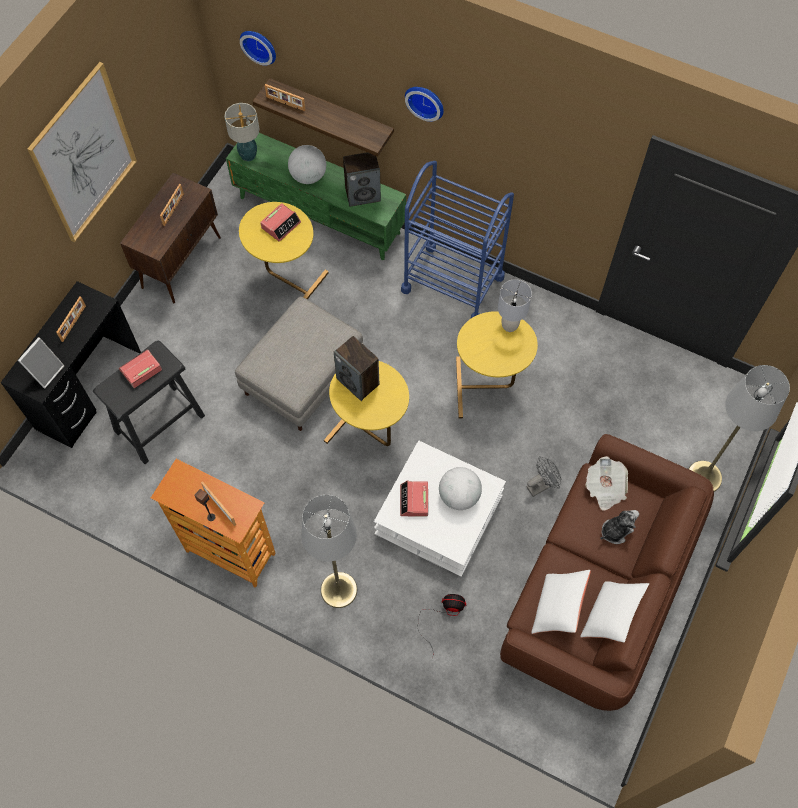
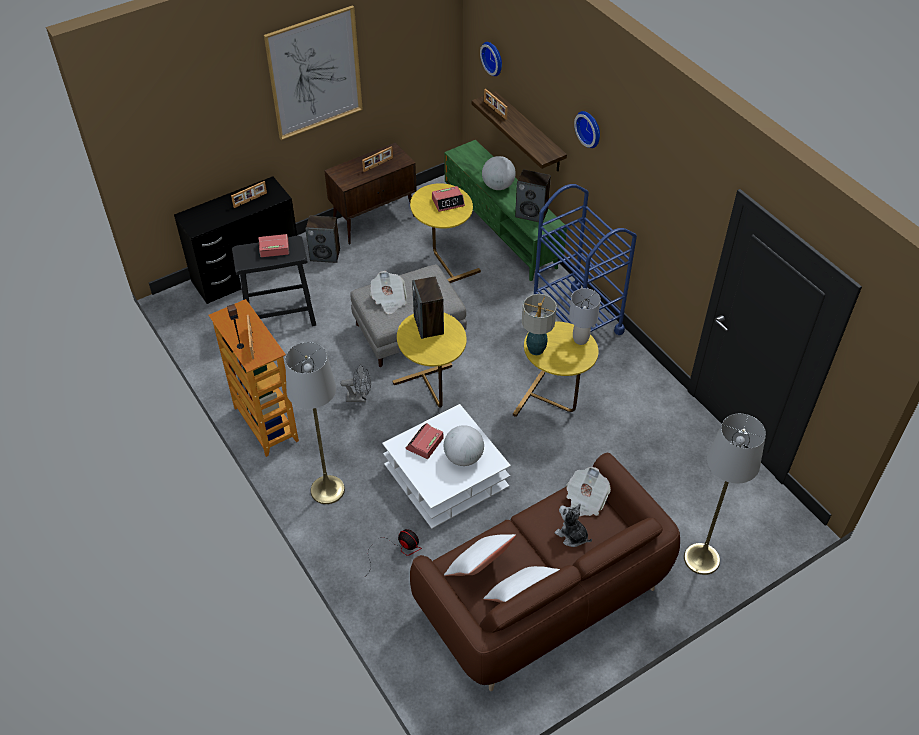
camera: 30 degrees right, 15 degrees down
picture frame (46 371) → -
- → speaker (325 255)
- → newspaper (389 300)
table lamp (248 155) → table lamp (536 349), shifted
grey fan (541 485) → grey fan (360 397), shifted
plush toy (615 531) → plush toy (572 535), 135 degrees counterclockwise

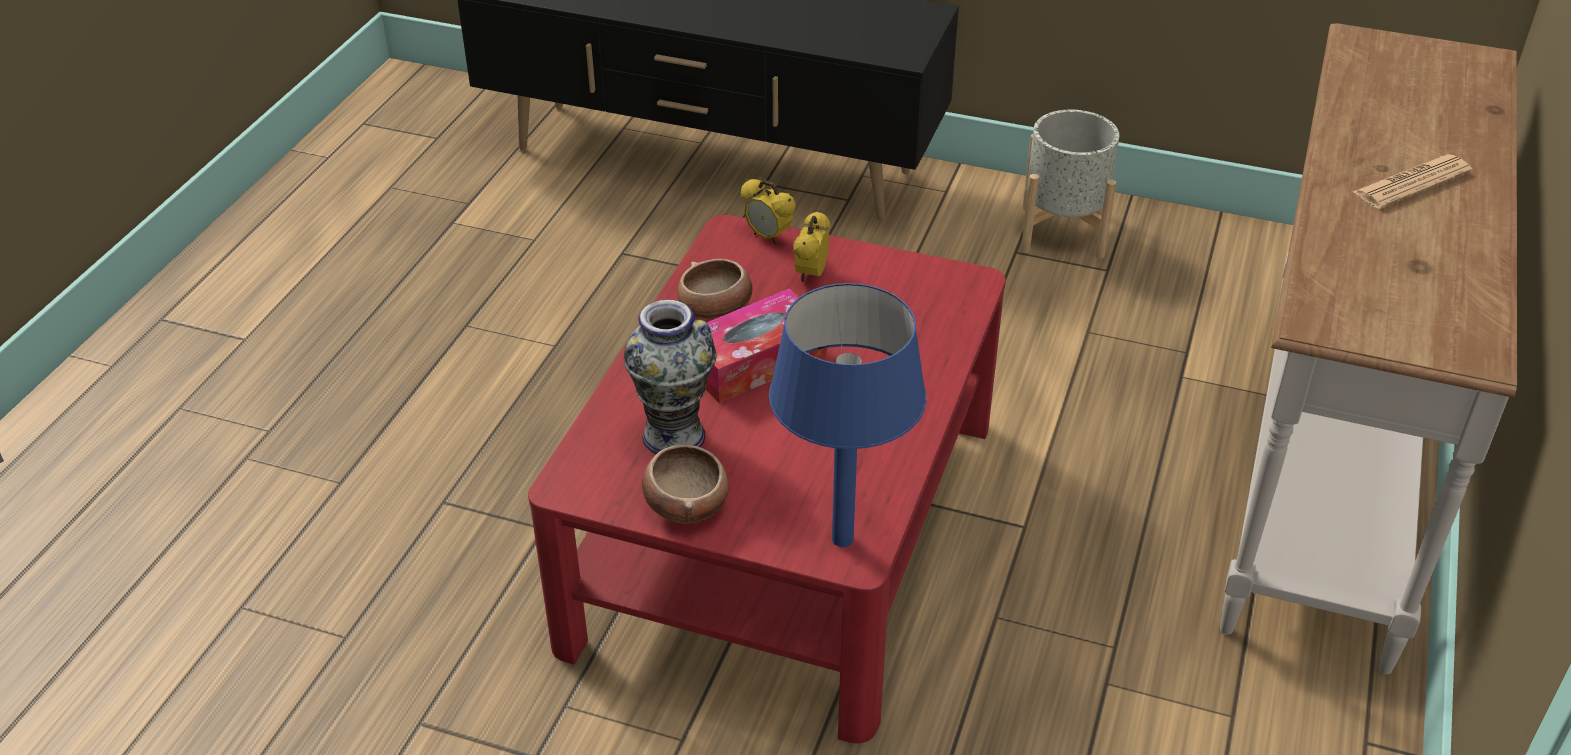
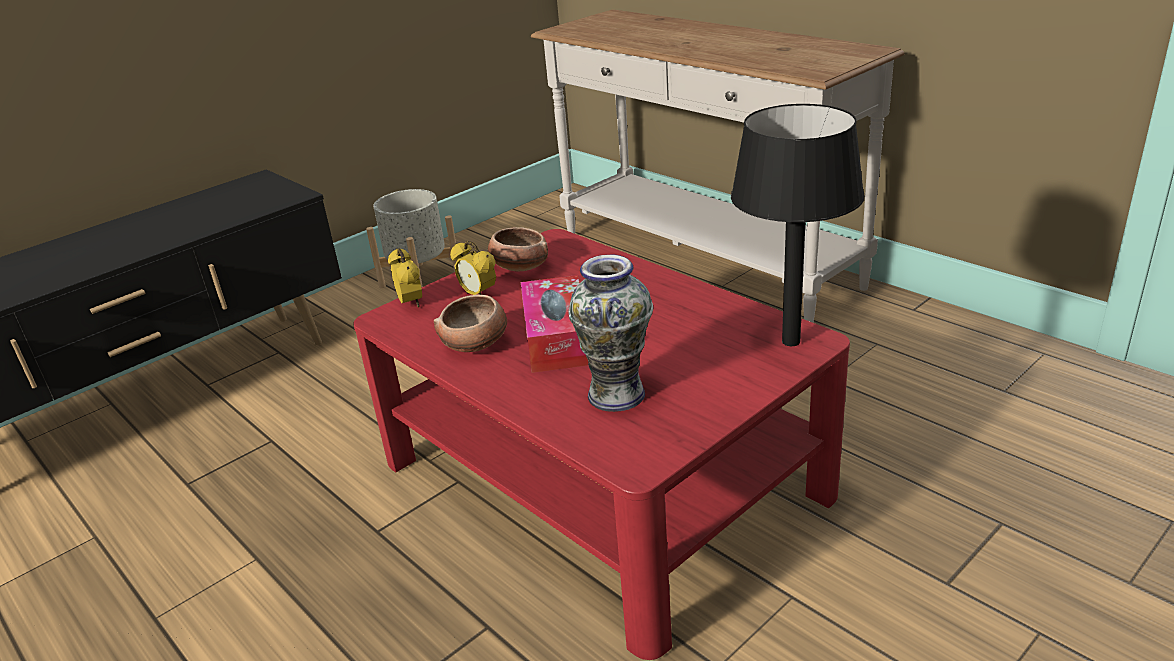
camera: 60 degrees left, 10 degrees down
newspaper (1411 183) → -
bowl (686 504) → bowl (519 267), shifted
blue table lamp (842 540) → black table lamp (791 342)
alarm clock (768 237) → alarm clock (411 303), 90 degrees counterclockwise

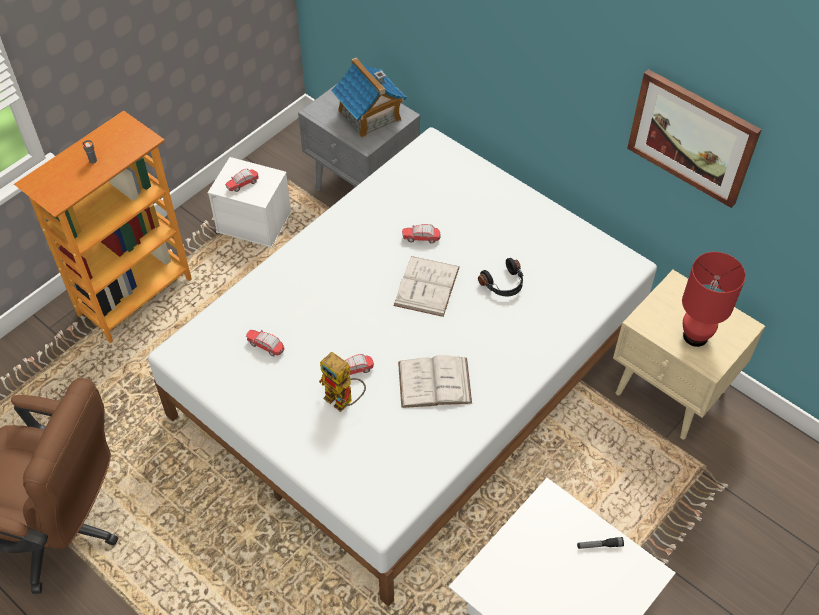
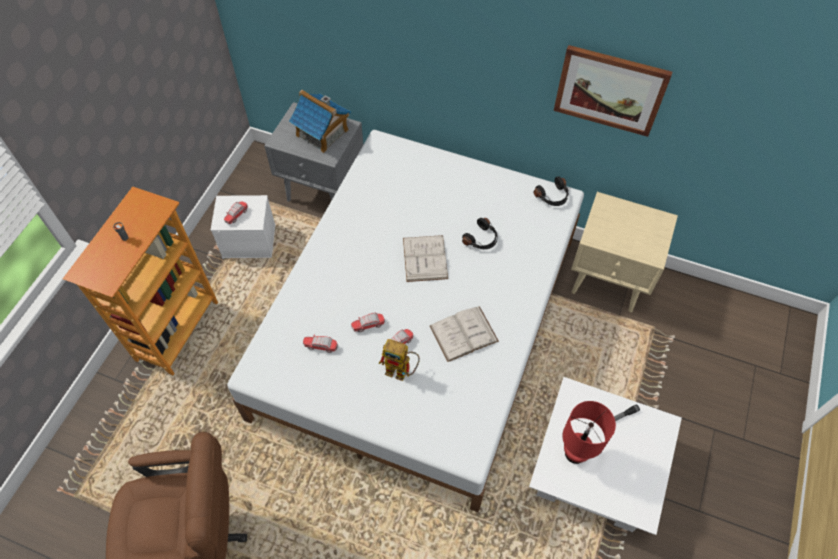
camera: 20 degrees left, 5 degrees up
- → black headphones (553 197)
toy car (421 238) → toy car (368 325), shifted
red table lamp (695 335) → red table lamp (575 453), shifted

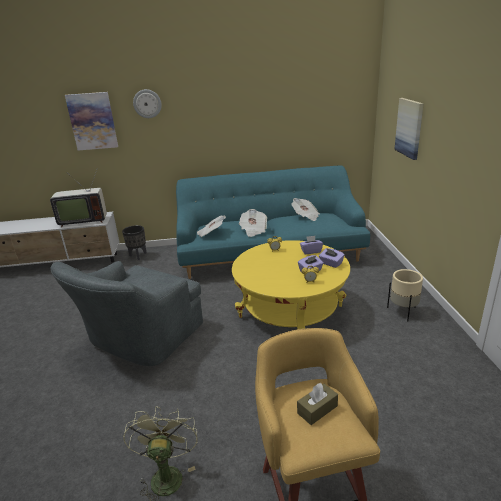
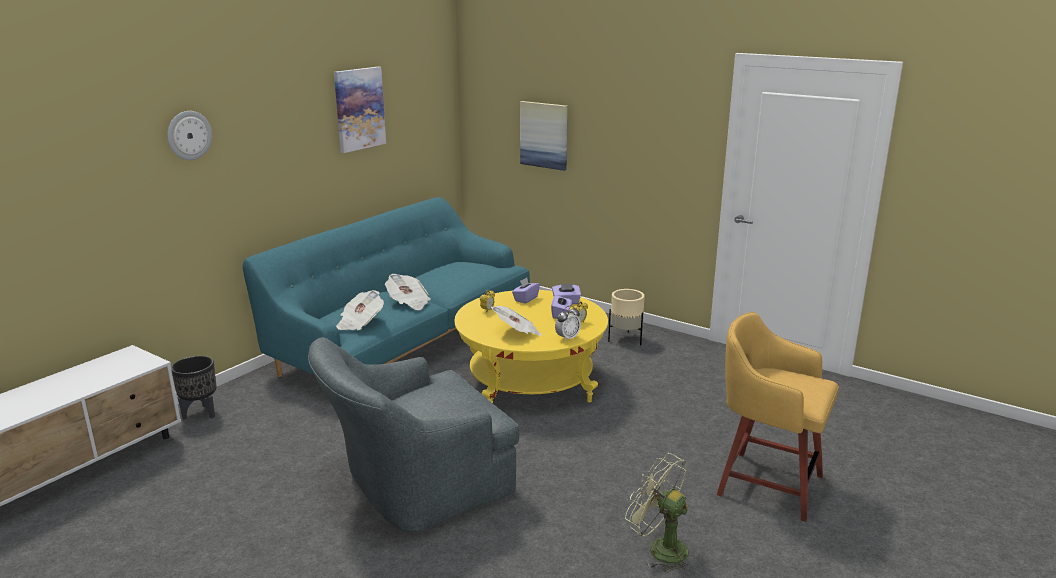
camera: 50 degrees left, 5 degrees down
television (83 220) → -
brown tissue box (317 409) → -
- → alarm clock (567 338)
picture (92 121) → picture (359 109), shifted
newspaper (305 216) → newspaper (517 333), shifted
grey armchair (139 339) → grey armchair (414 486), 75 degrees clockwise

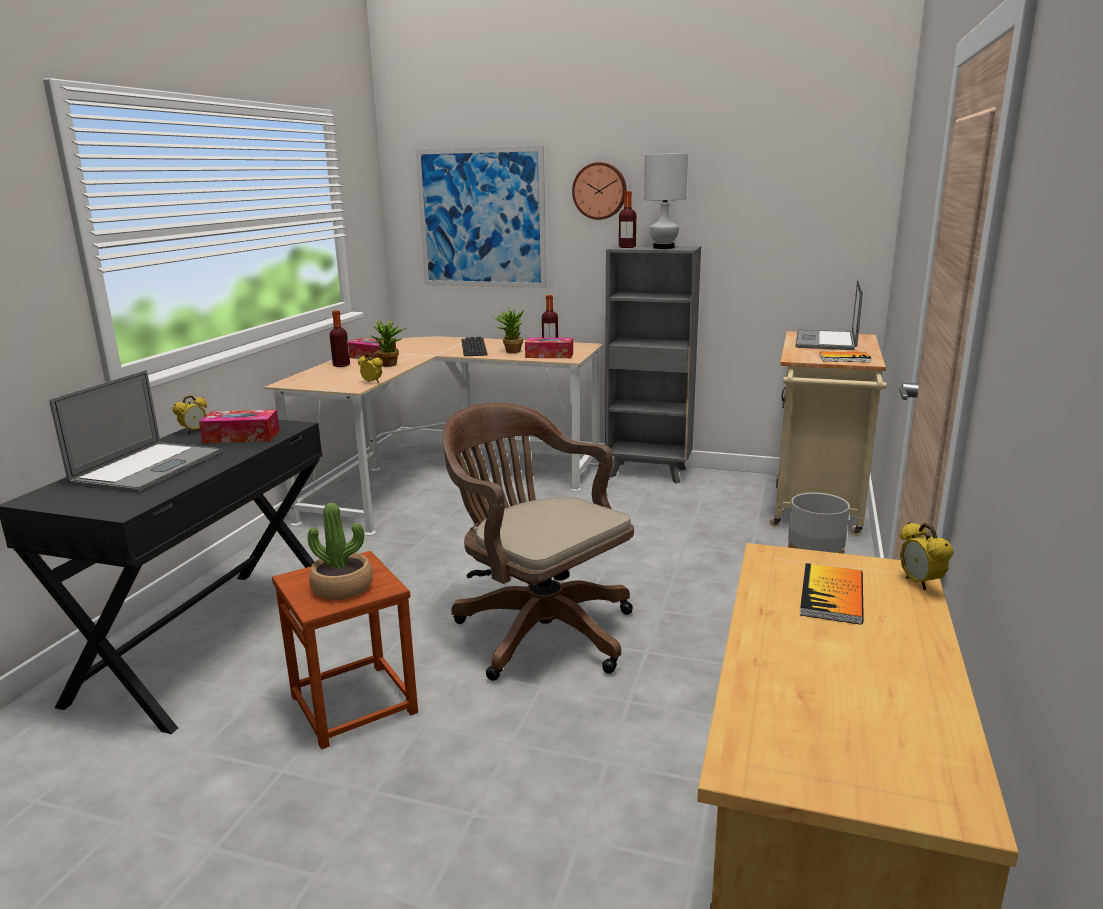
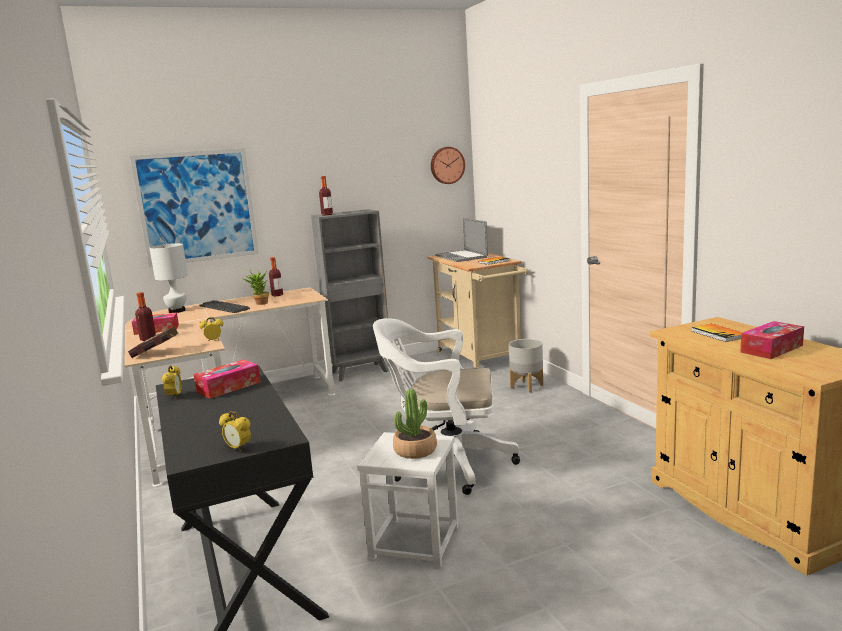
camera: 40 degrees left, 5 degrees down
laptop (149 467) → -
potted plant (391 365) → -
- → red book (157 353)
tissue box (549 355) → tissue box (771 349), shifted
wall clock (600 191) → wall clock (447 165), shifted
white table lamp (664 247) → white table lamp (177 311), shifted
alarm clock (919 583) → alarm clock (238 448), shifted
brown stool (354 704) → white stool (415 542)
brown office chair (538 629) → white office chair (445 463)

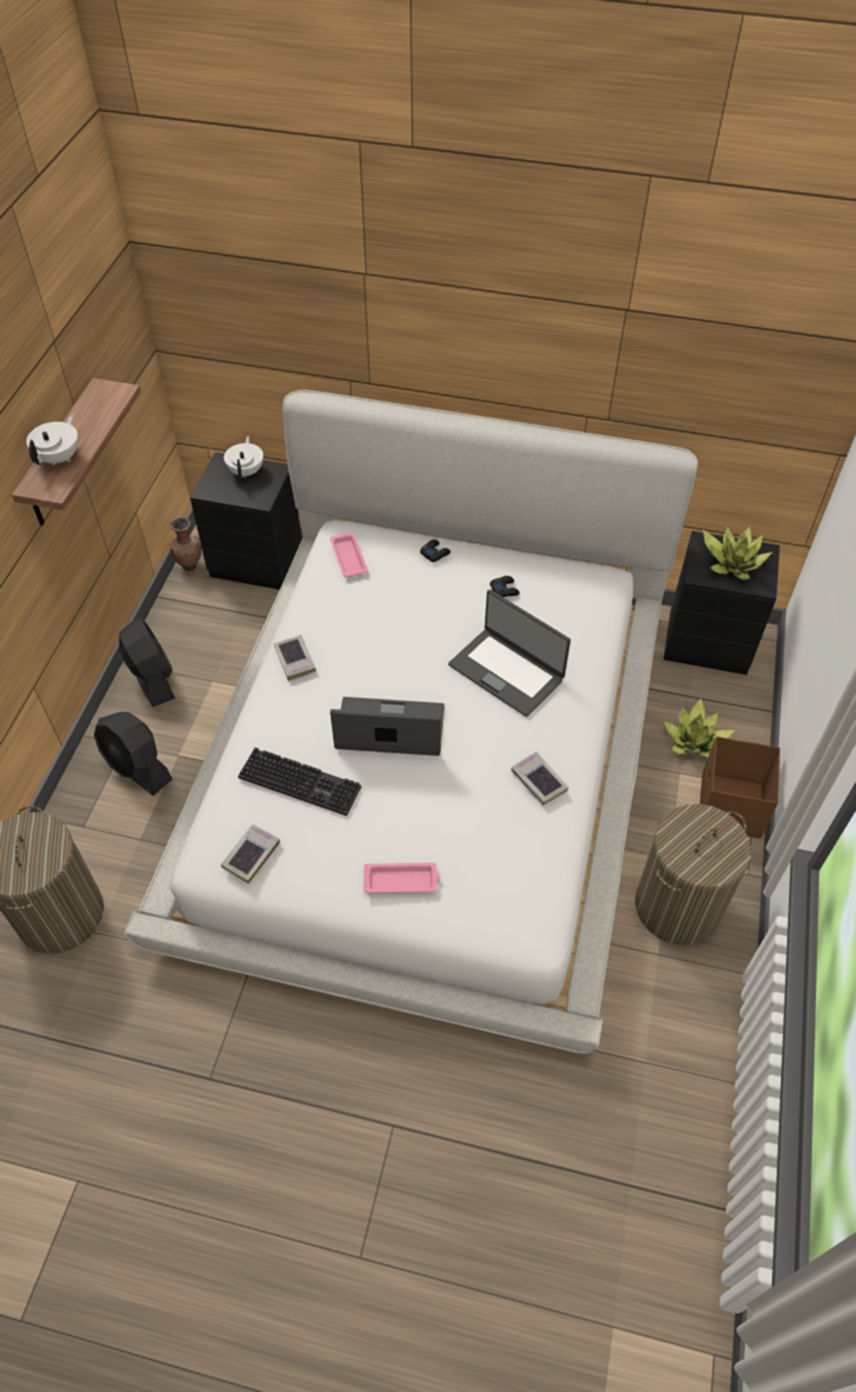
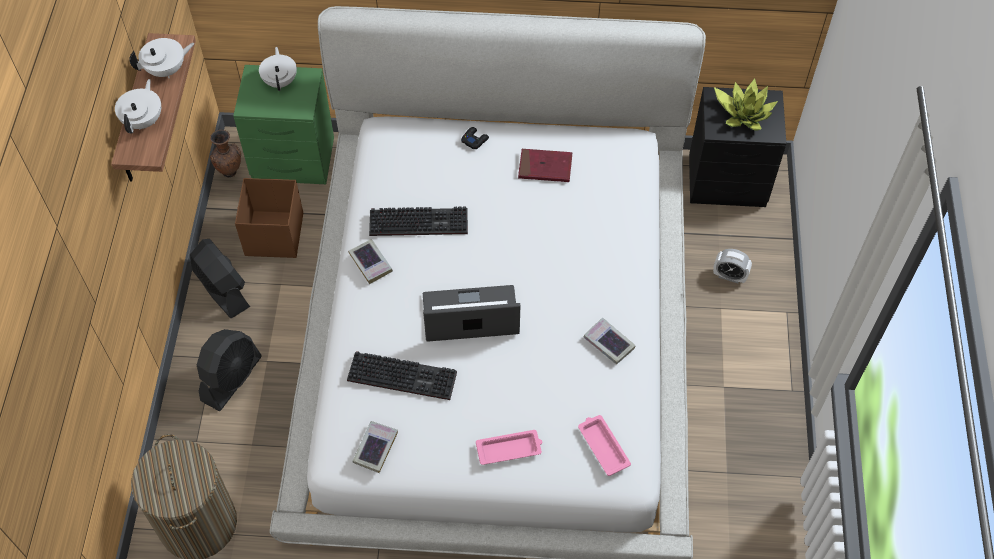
camera: 10 degrees left, 5 degrees up
laptop (507 671) → -
laundry basket (677 906) → -
- → white teapot (167 70)
- → keyboard (420 221)
pink tray (348 557) → pink tray (603 446), shifted
brown storage box (729 807) → brown storage box (273 235), shifted
black game controller (504 589) → red book (545 167)
potted plant (695 740) → alarm clock (729 276)
black nightstand (257 563) → green nightstand (295 160)
black fan (137 768) → black fan (232 378), 90 degrees counterclockwise

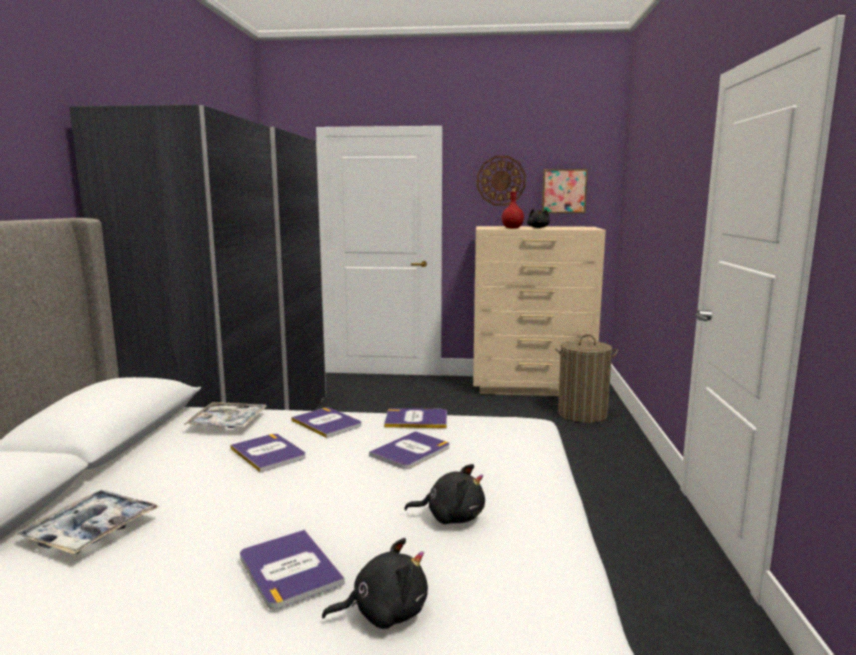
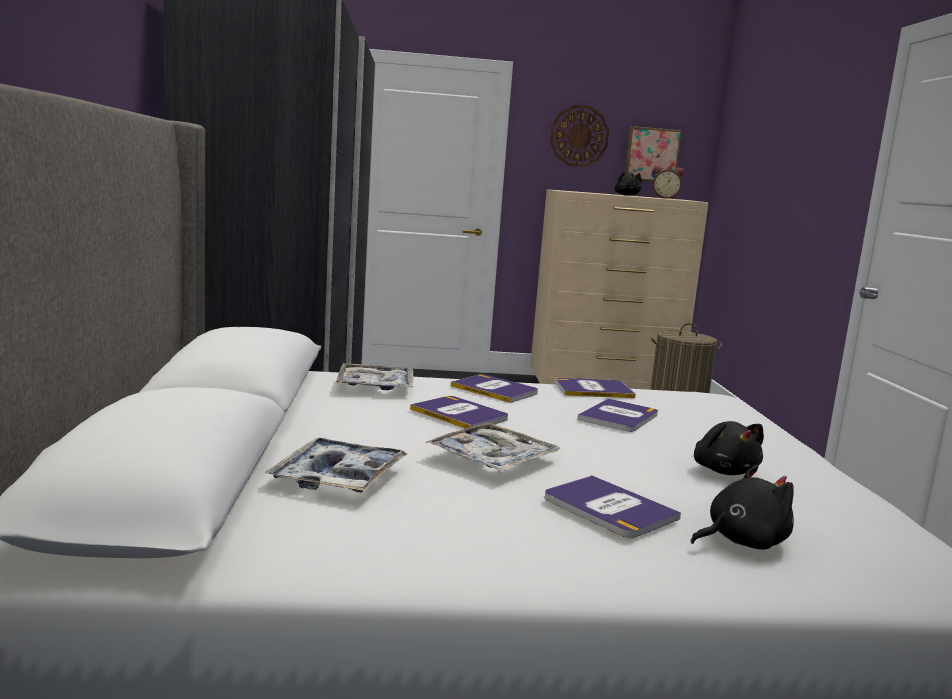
camera: 10 degrees left, 0 degrees up
red bottle (512 228) → -
- → tray (492 459)
- → alarm clock (665 198)
black plush toy (451 517) → black plush toy (723 471), 75 degrees clockwise

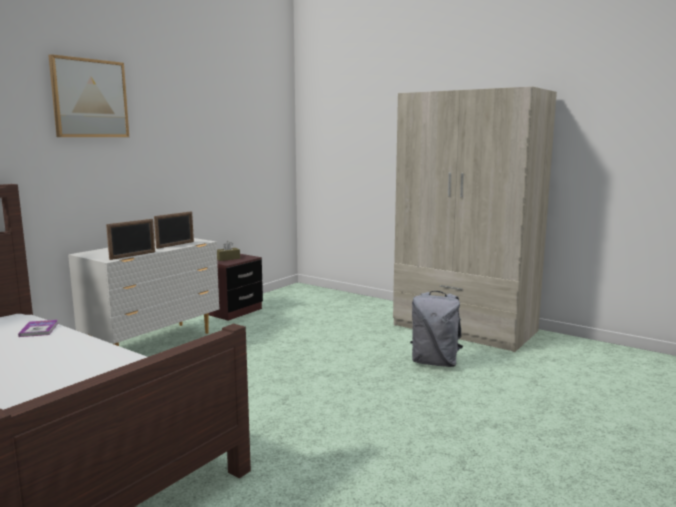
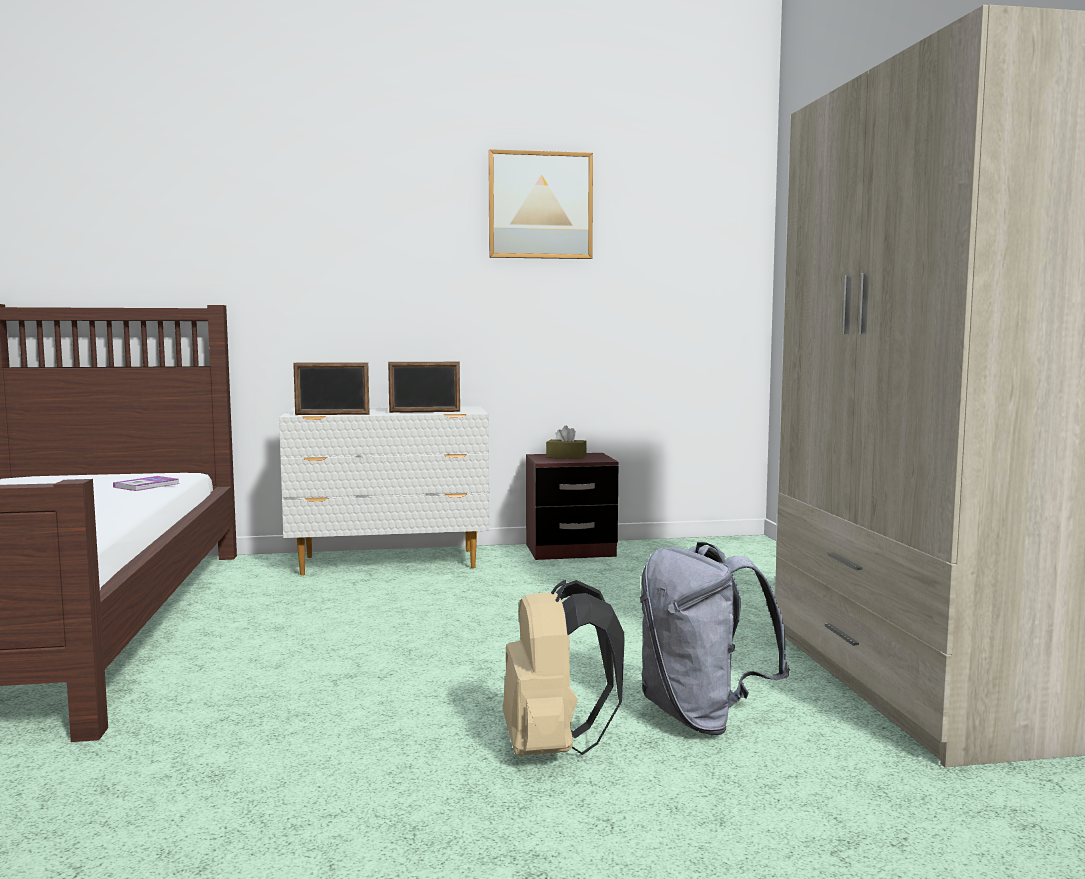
camera: 45 degrees right, 5 degrees down
- → beige backpack (554 748)
picture (89 98) → picture (540 205), shifted

